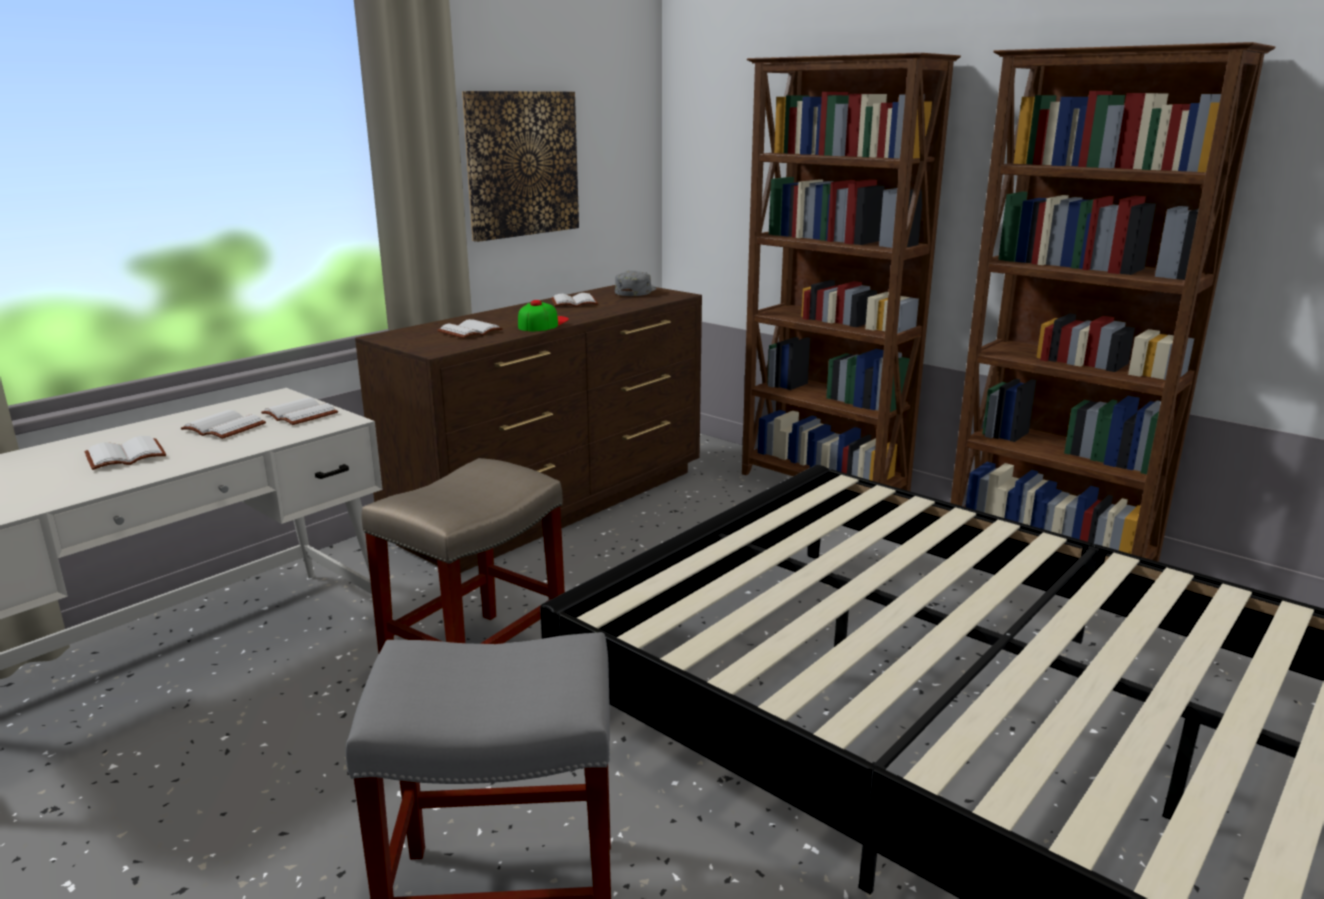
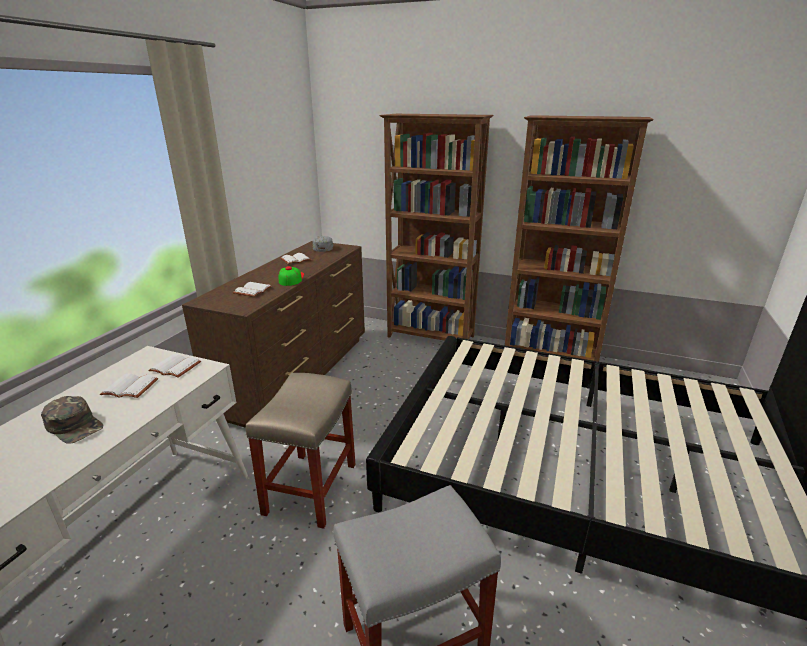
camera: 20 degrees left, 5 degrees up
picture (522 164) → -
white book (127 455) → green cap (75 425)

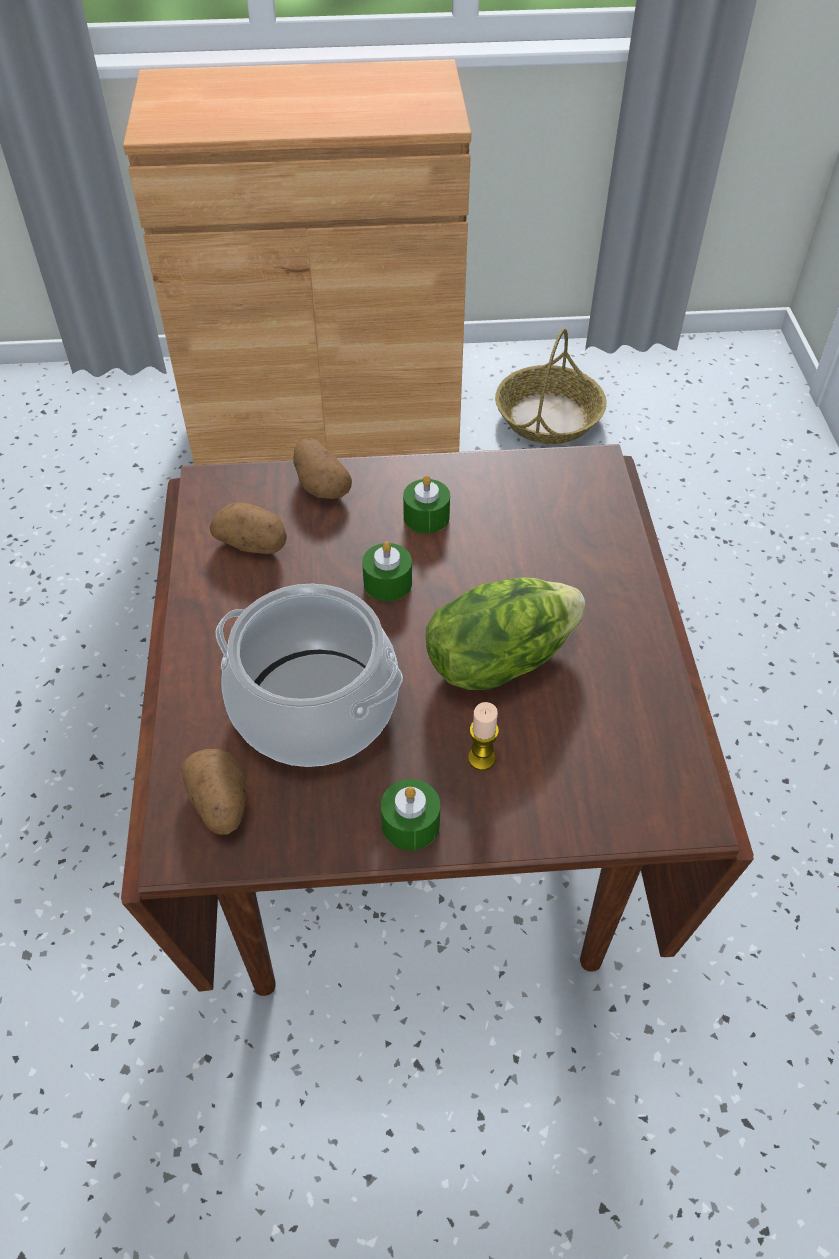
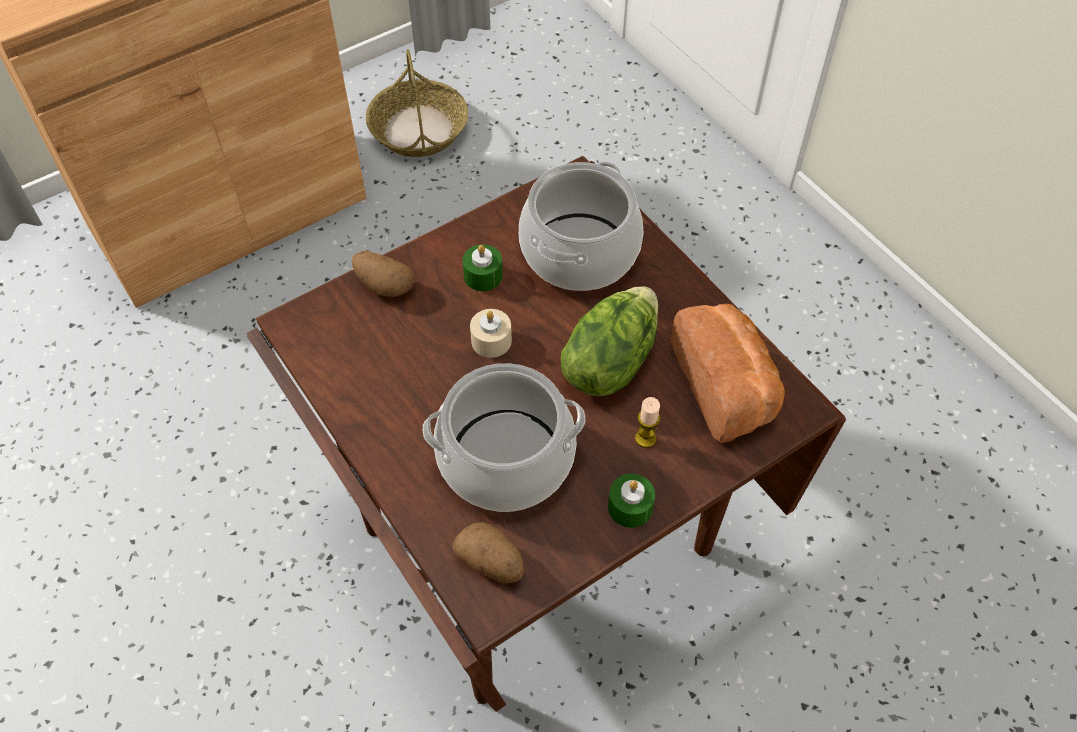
camera: 30 degrees left, 5 degrees up
potato (253 544) → -
- → cooking pot (580 253)
- → bread (727 387)
green candle (387 583) → beige candle (491 341)

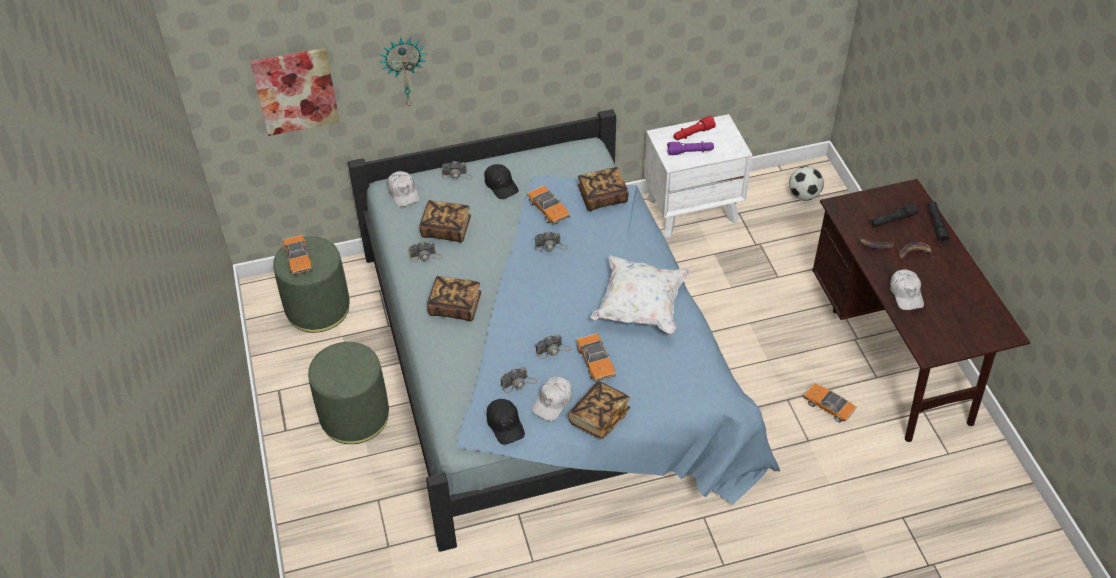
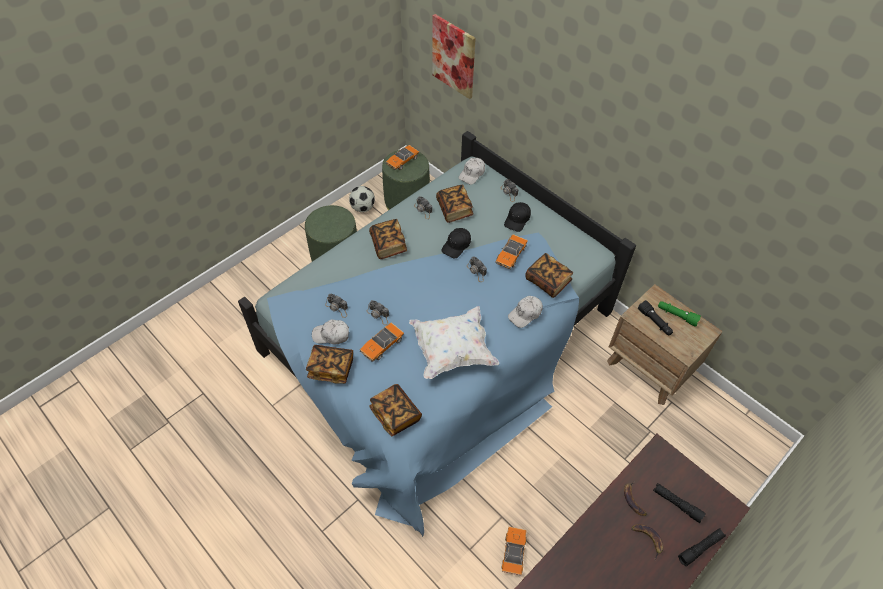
camera: 60 degrees right, 5 degrees up
wall clock (404 71) → -
- → book (395 414)
black cap (505 424) → black cap (456 246), shifted
football (803 195) → football (362 207), shifted
white cap (906 294) → white cap (525 314), shifted
white nightstand (692 209) → brown nightstand (649 368)
purple flashlight (690 152) → black flashlight (654 322)
red flashlight (693 134) → green flashlight (676 315)

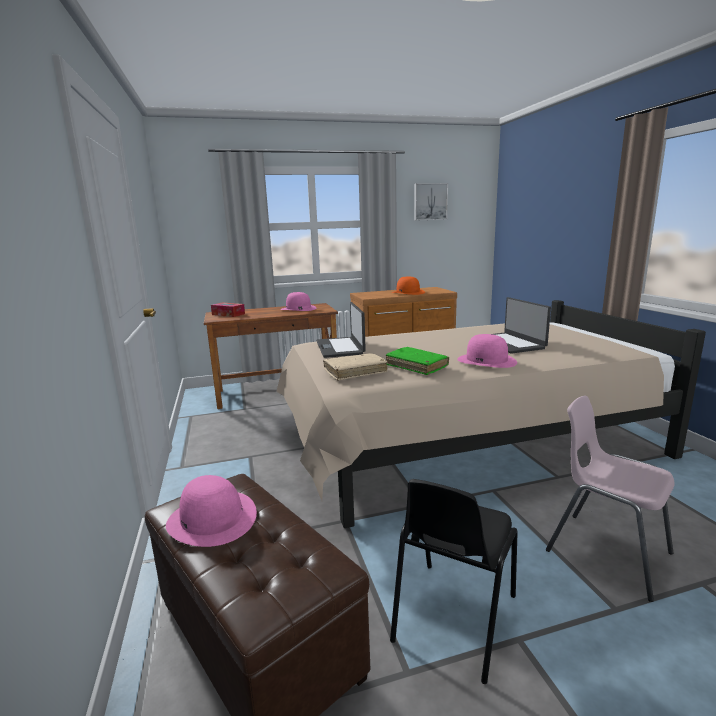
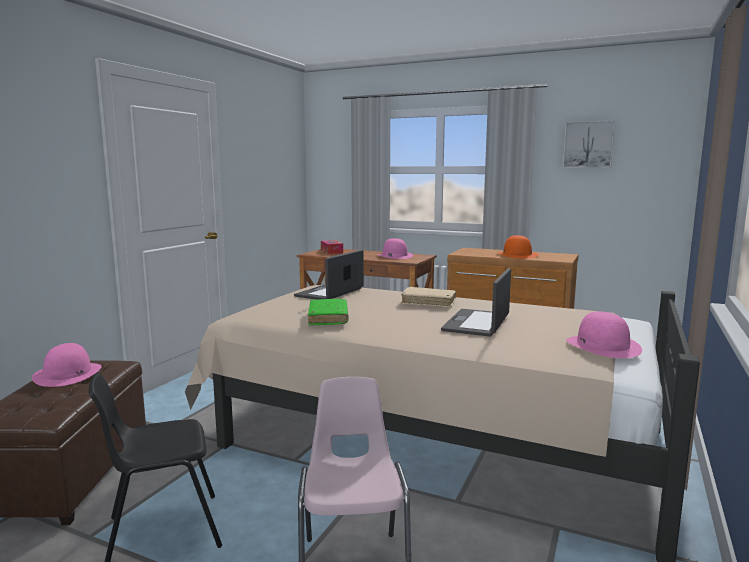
camera: 40 degrees right, 5 degrees down
beige book (355 372) → beige book (428 303), shifted
pink hat (487 360) → pink hat (603 346), shifted

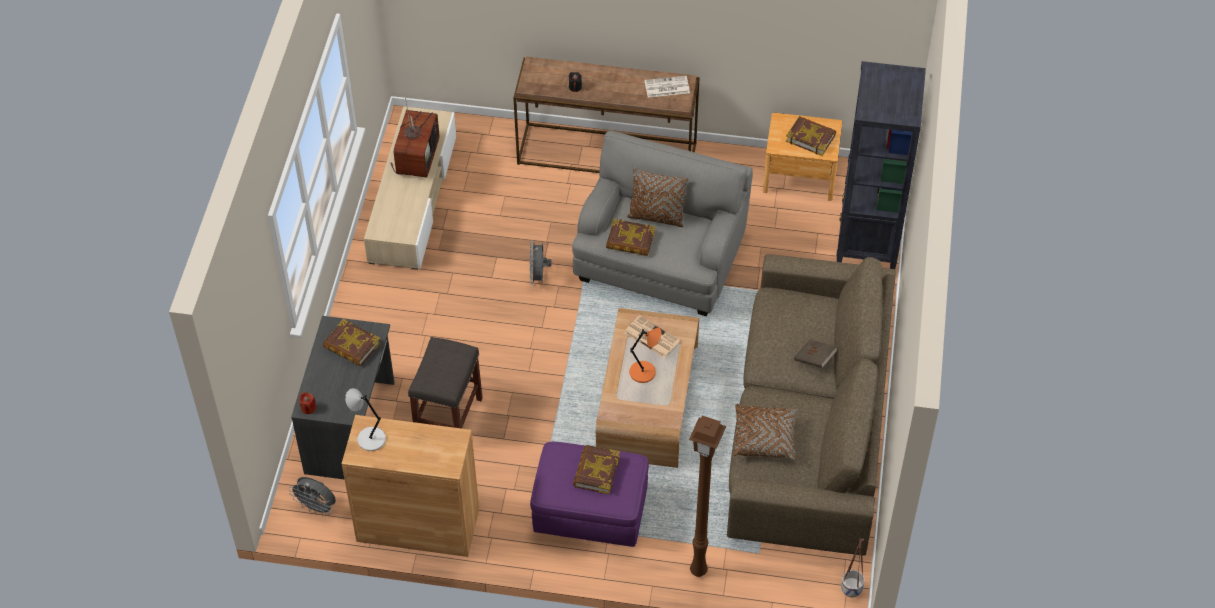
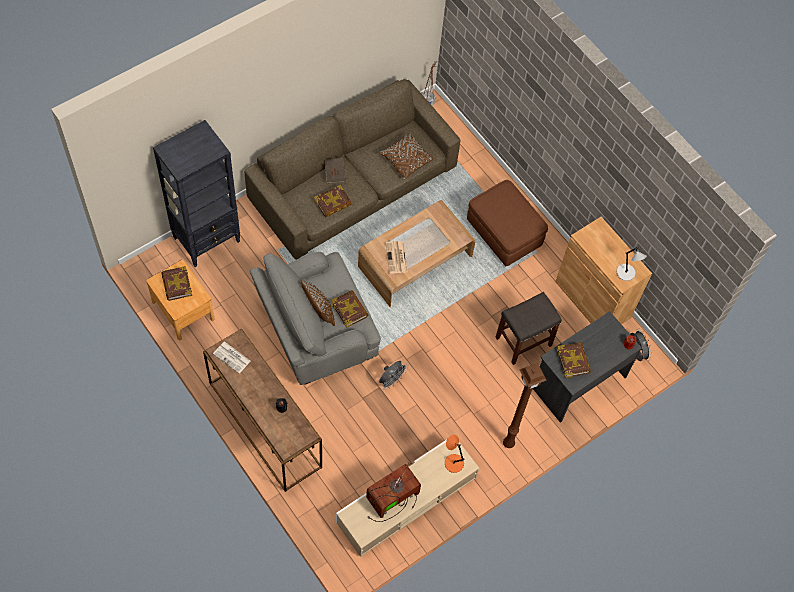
camera: 140 degrees left, 10 degrees up
book (596 472) → book (333 203), shifted
orange table lamp (644 372) → orange table lamp (453 462), shifted
brown floor lamp (697 571) → brown floor lamp (509 444), shifted
purple ottoman (589 512) → brown ottoman (504 234)

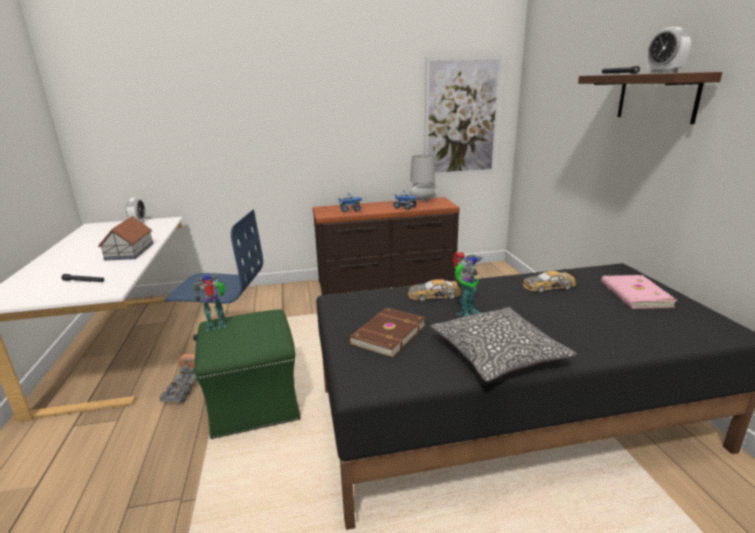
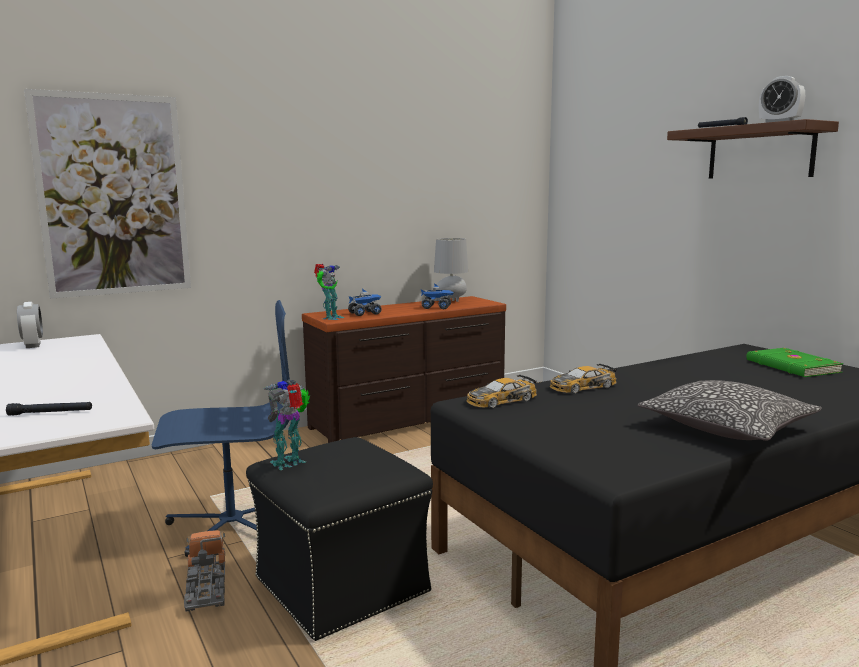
camera: 20 degrees left, 10 degrees down
toy house (130 251) → -
brown book (387 334) → -
picture (461 118) → picture (113 196), shifted
toy robot (466 312) → toy robot (330 318), shifted
toy car (548 286) → toy car (500 400), shifted
green ottoman (254 402) → black ottoman (340 584)
pink book (634 294) → green book (791 366)

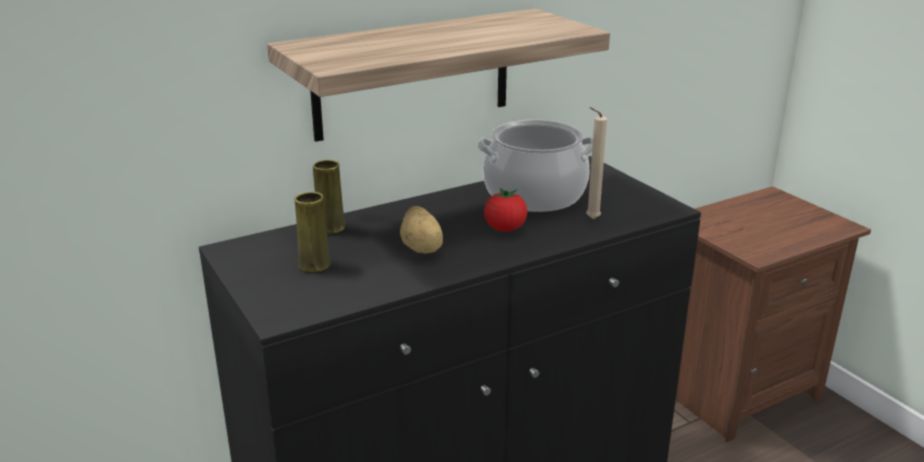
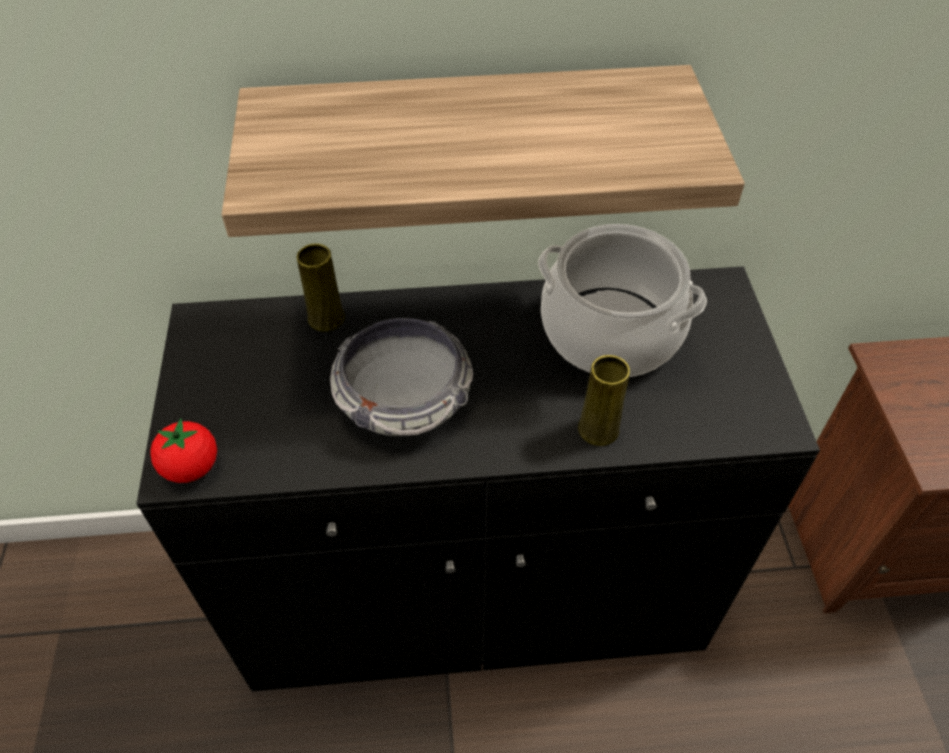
camera: 25 degrees right, 25 degrees up
beige candle (590 219) → -
yellow vase (314 265) → yellow vase (598 429), shifted
tomato (505 229) → tomato (191 467), shifted
potato (422 248) → bowl (404 397)

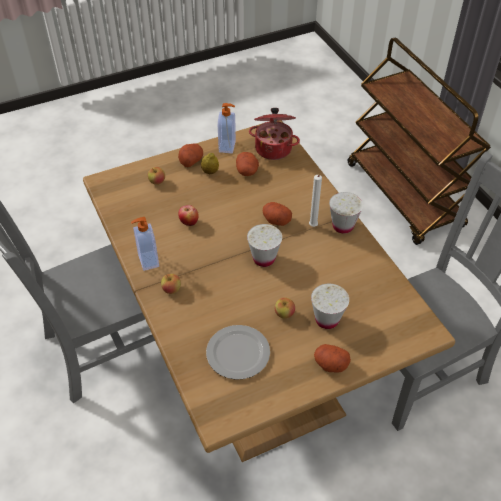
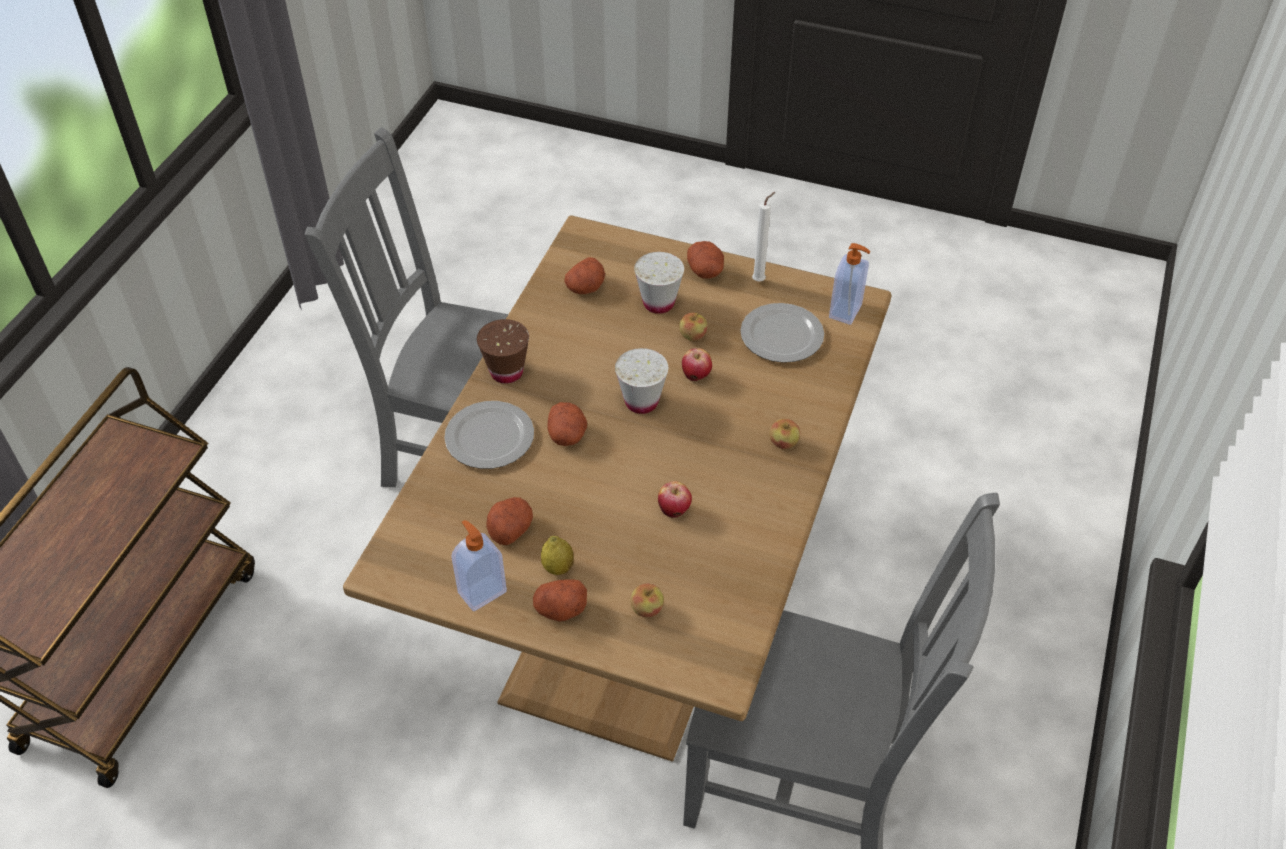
camera: 135 degrees left, 0 degrees up
cooking pot (274 148) → -
- → plate (491 437)
- → potato (585 287)
- → apple (696 376)
soap dispenser (147 261) → soap dispenser (846 312), shifted
white candle (312 227) → white candle (760 280), shifted
white cup (343 226) → brown cup (506 372)

